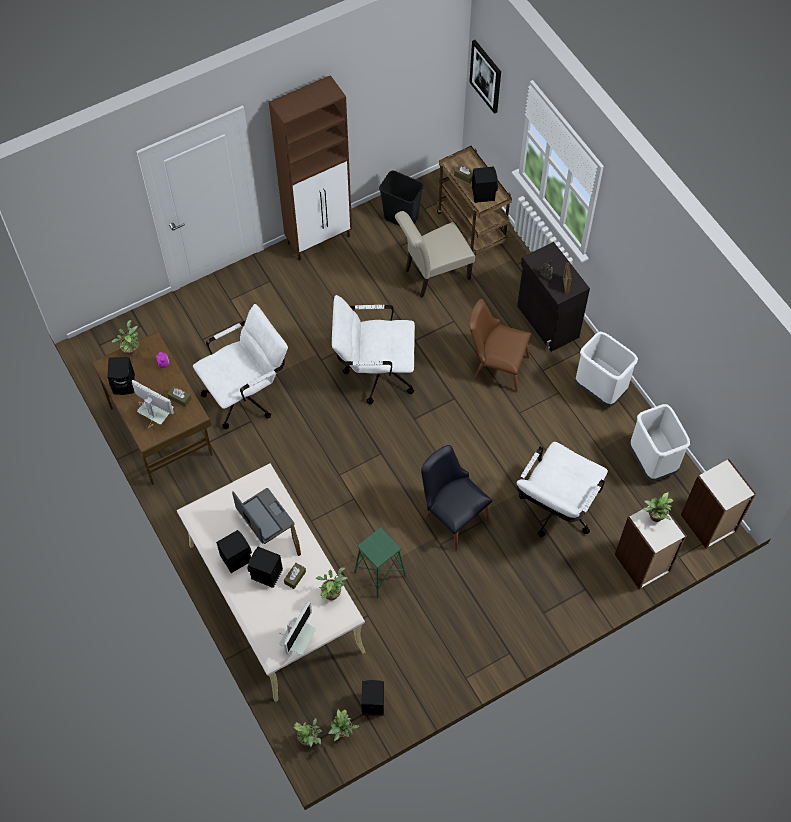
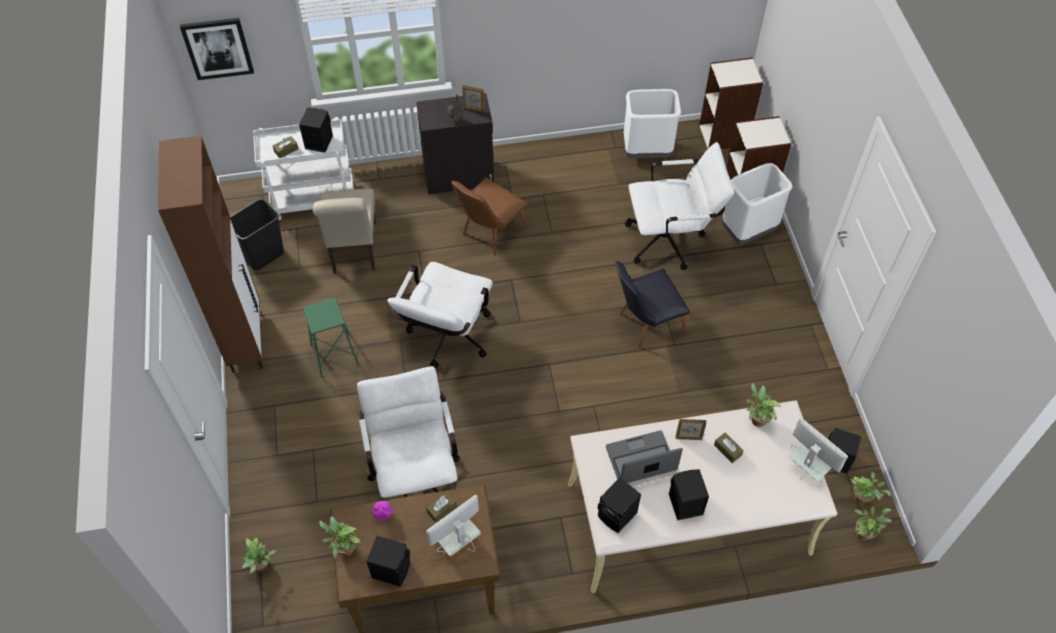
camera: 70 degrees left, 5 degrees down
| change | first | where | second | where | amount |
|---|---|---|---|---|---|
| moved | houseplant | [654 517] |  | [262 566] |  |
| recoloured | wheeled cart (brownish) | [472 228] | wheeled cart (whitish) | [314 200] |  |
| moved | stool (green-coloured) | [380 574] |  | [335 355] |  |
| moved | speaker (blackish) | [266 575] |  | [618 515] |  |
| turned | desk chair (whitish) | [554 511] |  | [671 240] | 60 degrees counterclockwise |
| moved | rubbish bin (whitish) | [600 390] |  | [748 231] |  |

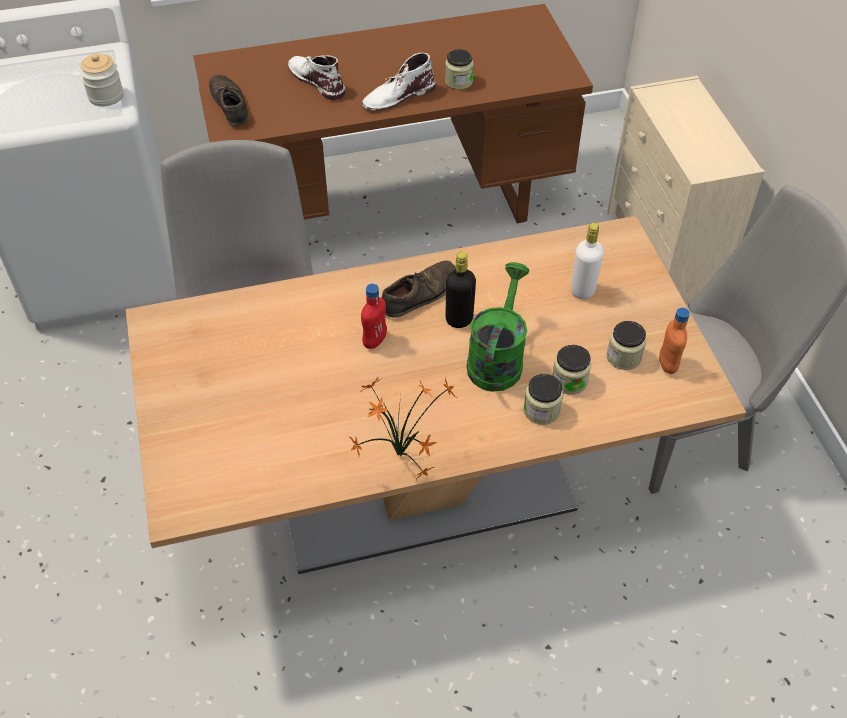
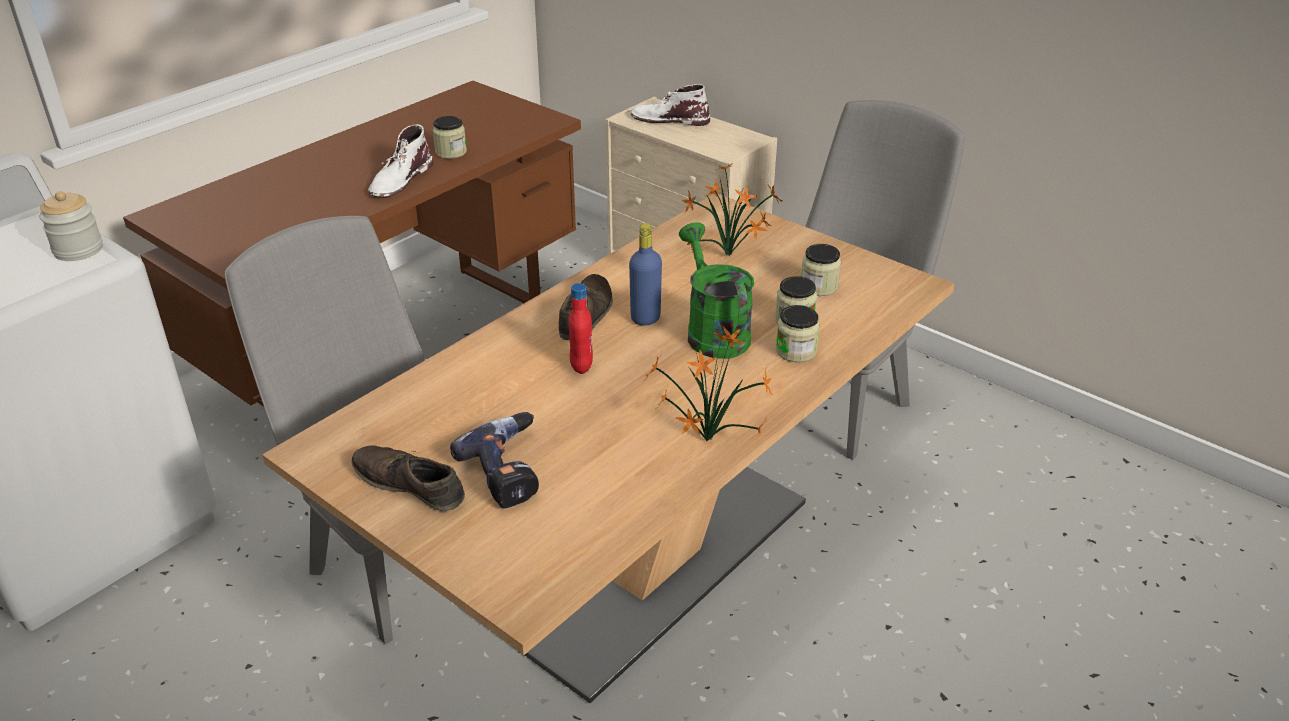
camera: 35 degrees left, 15 degrees down
| change | first | where | second | where | amount |
|---|---|---|---|---|---|
| moved | low shoe (brownish) | [230 105] |  | [409 484] |  |
| added |  |  | electric drill | [511 469] |  |
| recoloured | drink bottle (blackish) | [459 319] | drink bottle (blue-coloured) | [645 318] |  |
| moved | tall boot (whitish) | [316 80] |  | [669 119] |  |
| replaced | drink bottle (whitish) | [582 291] | houseplant | [731 256] |  |
| removed | drink bottle (orange) | [667 364] |  |  |  |

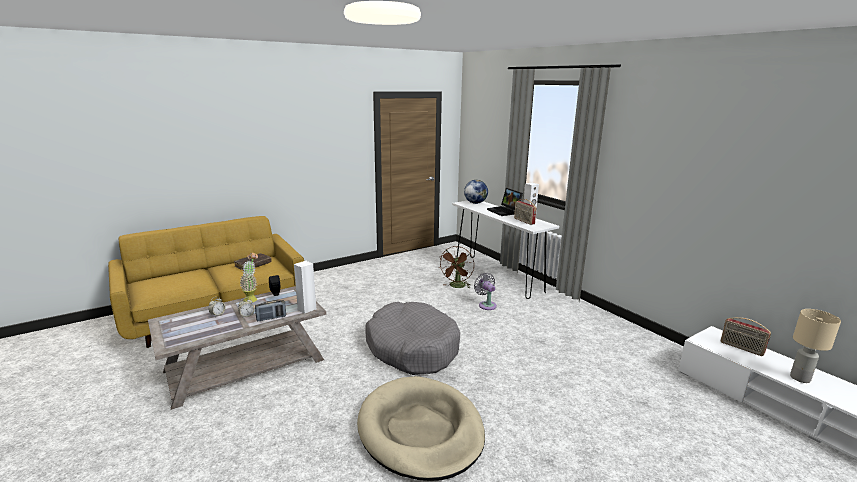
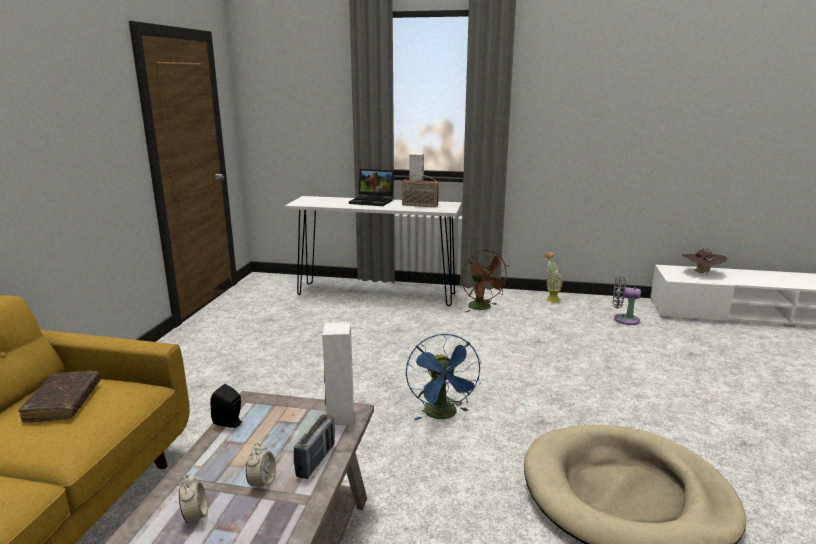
camera: 45 degrees left, 0 degrees up
| change | first | where | second | where | amount |
|---|---|---|---|---|---|
| replaced | pet bed (gray) | [412 348] | electric fan (blue-coloured) | [443 415] |  |
| moved | electric fan (brownish) | [457 286] |  | [483 308] |  |
| moved | houseplant | [252 298] |  | [550 299] |  |
| moved | electric fan (gray) | [486 305] |  | [623 319] |  |
| replaced | radio receiver | [741 348] | wearable hat (brownish) | [701 273] |  |
| removed | world globe | [475 203] |  |  |  |
| removed | tabletop lamp (sand-coloured) | [800 378] |  |  |  |

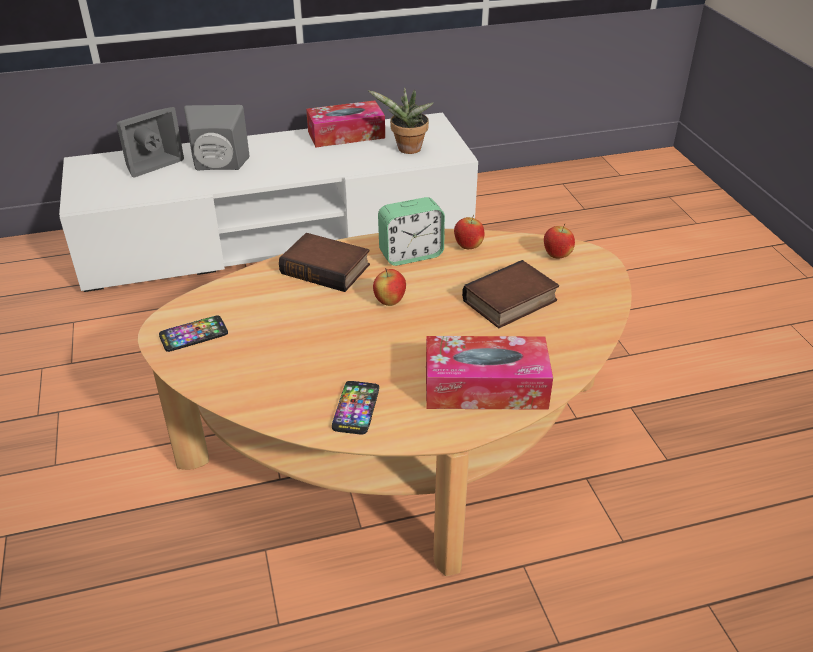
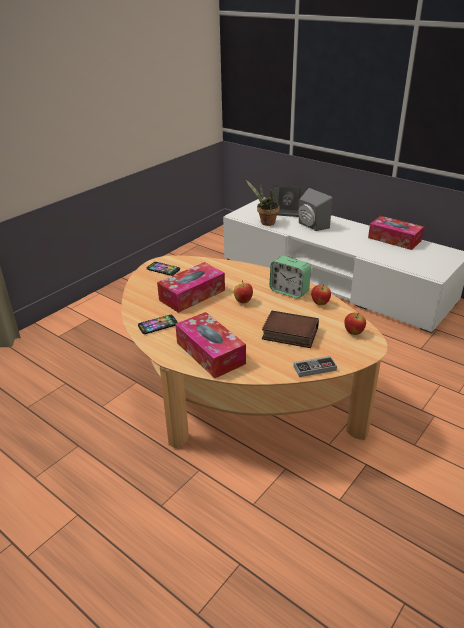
camera: 55 degrees right, 5 degrees down
| change | first | where | second | where | amount |
|---|---|---|---|---|---|
| added |  |  | box of tissues | [192 295] |  |
| moved | houseplant | [407 150] |  | [265 223] |  |
| added |  |  | gamepad | [314 368] |  |
| removed | book | [327 268] |  |  |  |

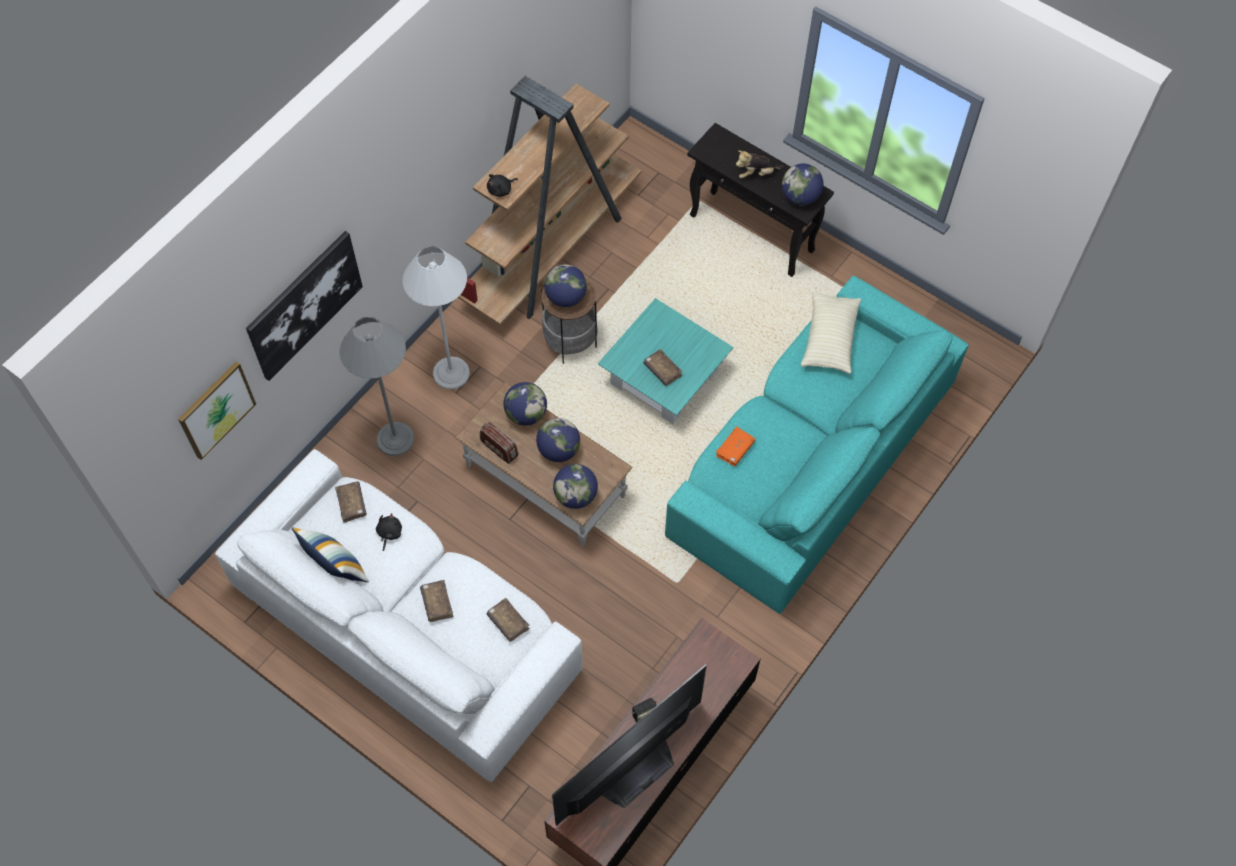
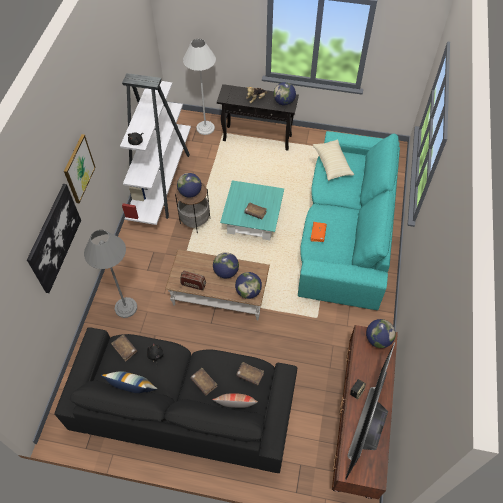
camera: 25 degrees left, 5 degrees down
| change | first | where | second | where | amount |
|---|---|---|---|---|---|
| recoloured | sofa (whitish) | [407 625] | sofa (blackish) | [184 405] |  |
| moved | wall art | [216 409] |  | [79 169] |  |
| recoloured | bookcase (brownish) | [551 249] | bookcase (whitish) | [161 181] |  |
| moved | standing lamp (whitish) | [451 373] |  | [205 128] |  |
| added |  |  | throw pillow | [236 406] |  |
| moved | world globe | [526 414] |  | [378 339] |  |

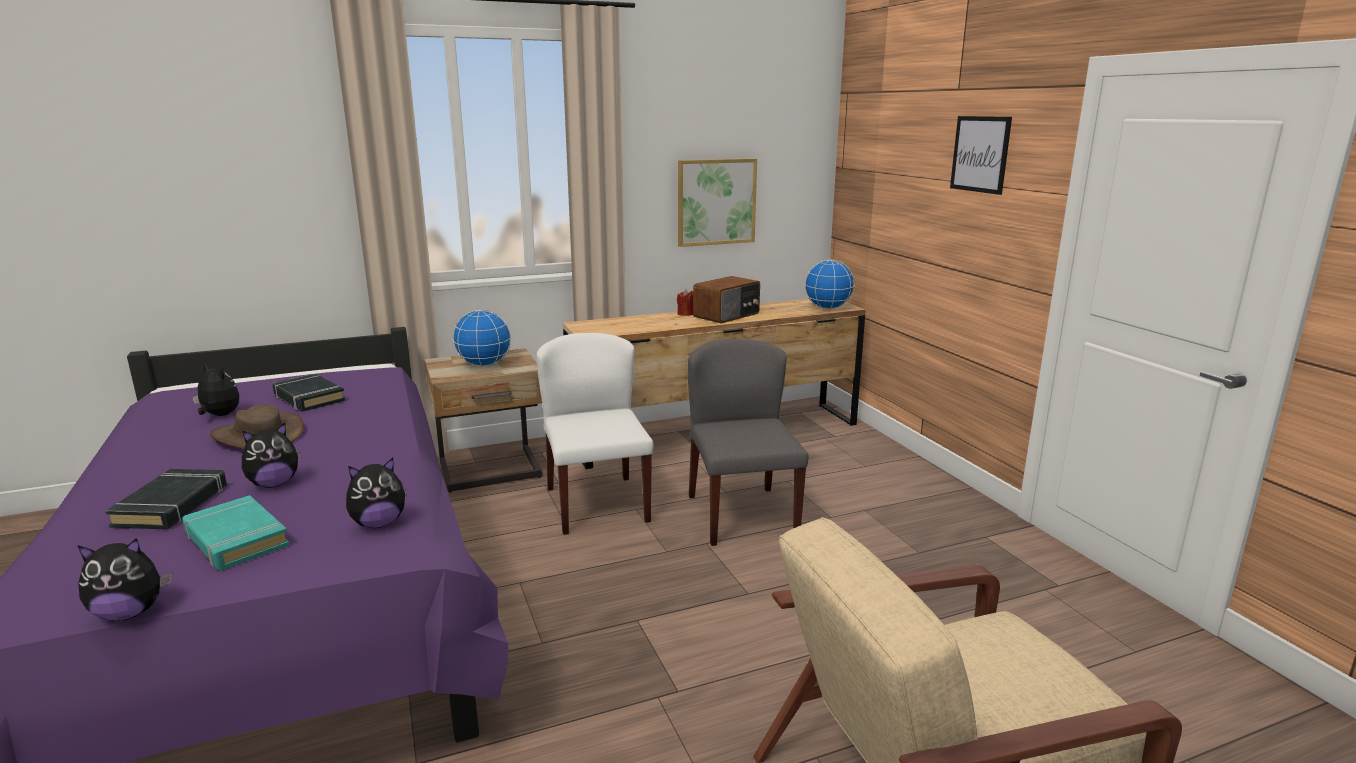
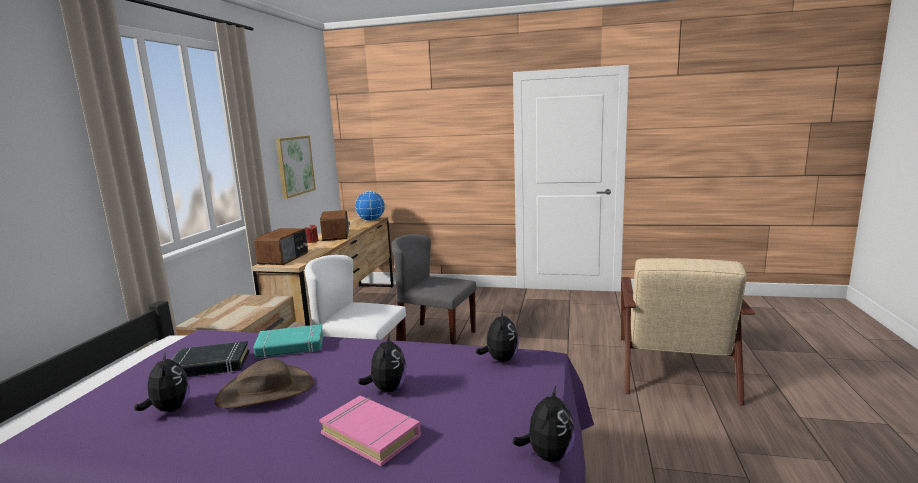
camera: 55 degrees left, 5 degrees down
| change | first | where | second | where | amount |
|---|---|---|---|---|---|
| turned | cuddly toy | [219 415] |  | [169 409] | 90 degrees clockwise |
| moved | book (turquoise-coloured) | [236 539] |  | [290 346] |  |
| added |  |  | radio receiver | [284 258] |  |
| recoloured | book (blackish) | [172 505] | book (pinkish) | [371 434] |  |
| removed | world globe | [484 364] |  |  |  |
| removed | wall art | [980 154] |  |  |  |

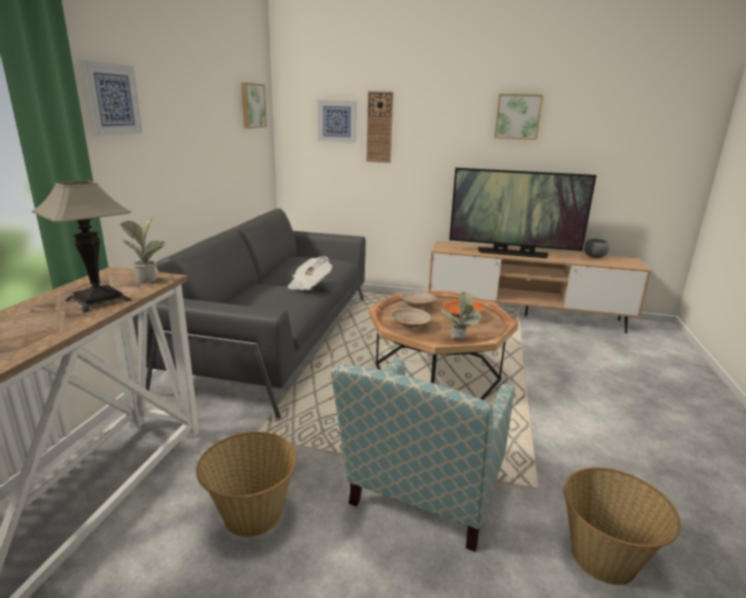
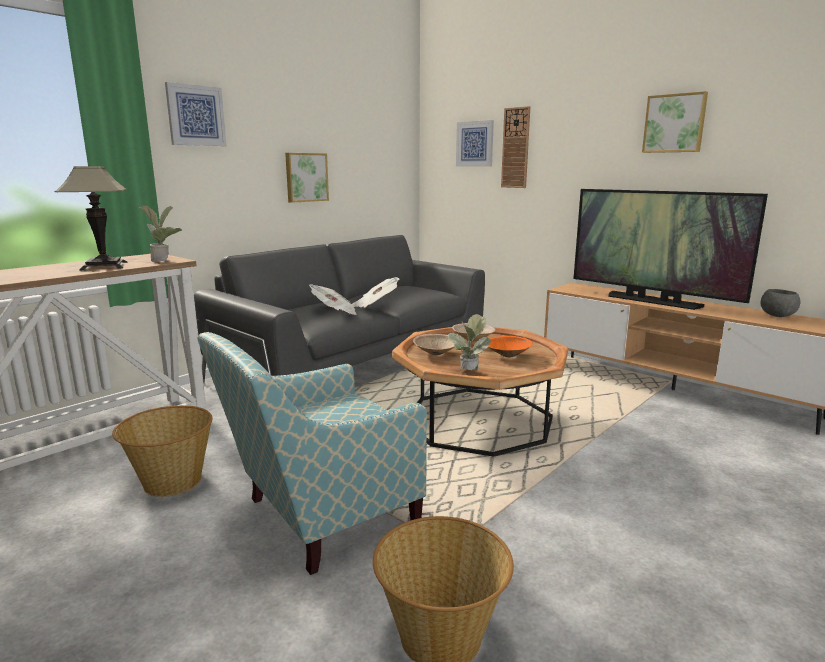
camera: 30 degrees right, 5 degrees down
| change | first | where | second | where | amount |
|---|---|---|---|---|---|
| moved | wall art | [252 105] |  | [306 177] |  |
| added |  |  | newspaper | [334 312] |  |

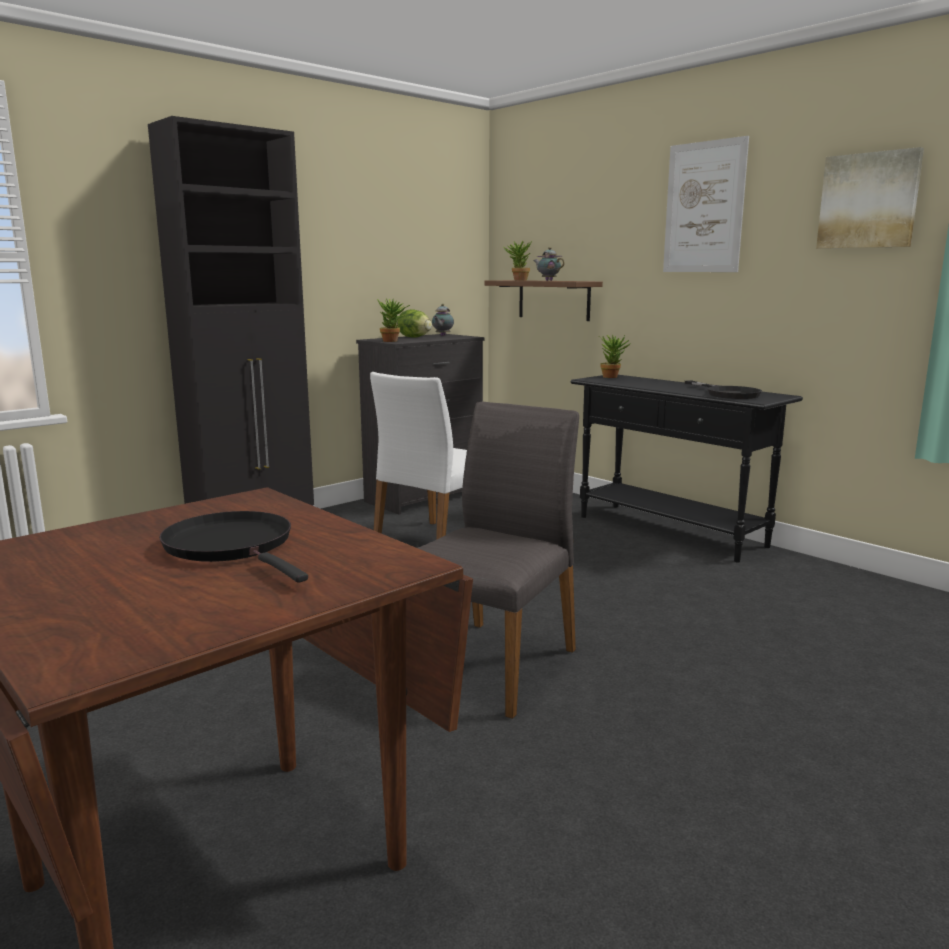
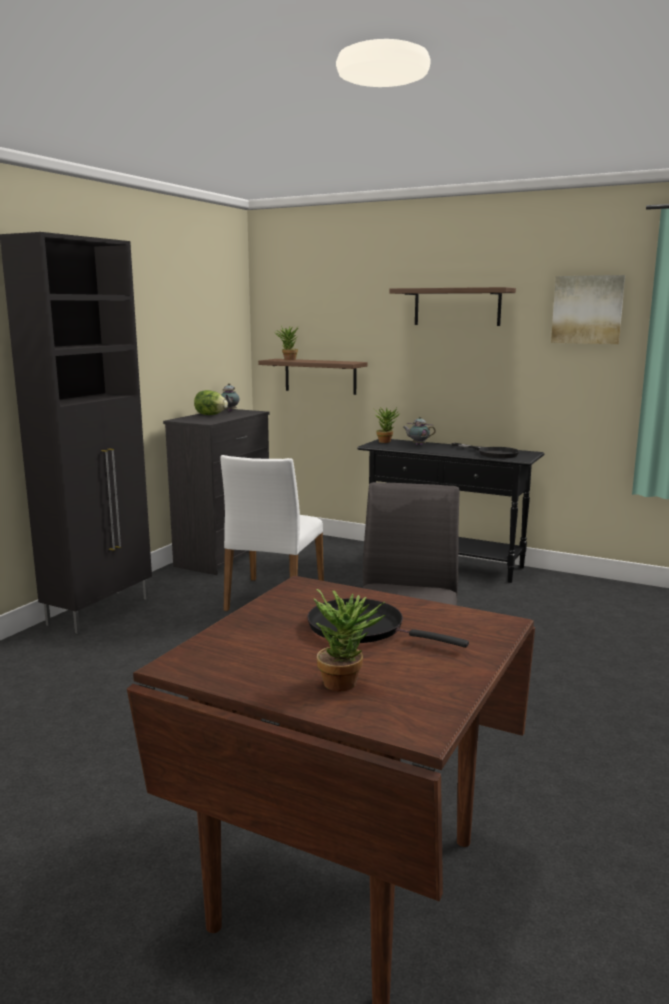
camera: 20 degrees left, 0 degrees up
| change | first | where | second | where | amount |
|---|---|---|---|---|---|
| moved | houseplant | [393 341] |  | [346 682] |  |
| replaced | wall art | [704 207] | wall shelf (brownish) | [457 307] |  |
| moved | teapot | [548 280] |  | [418 445] |  |

